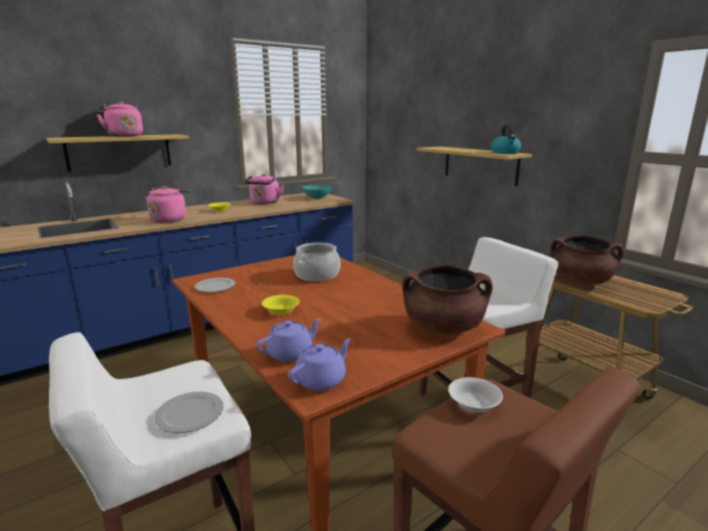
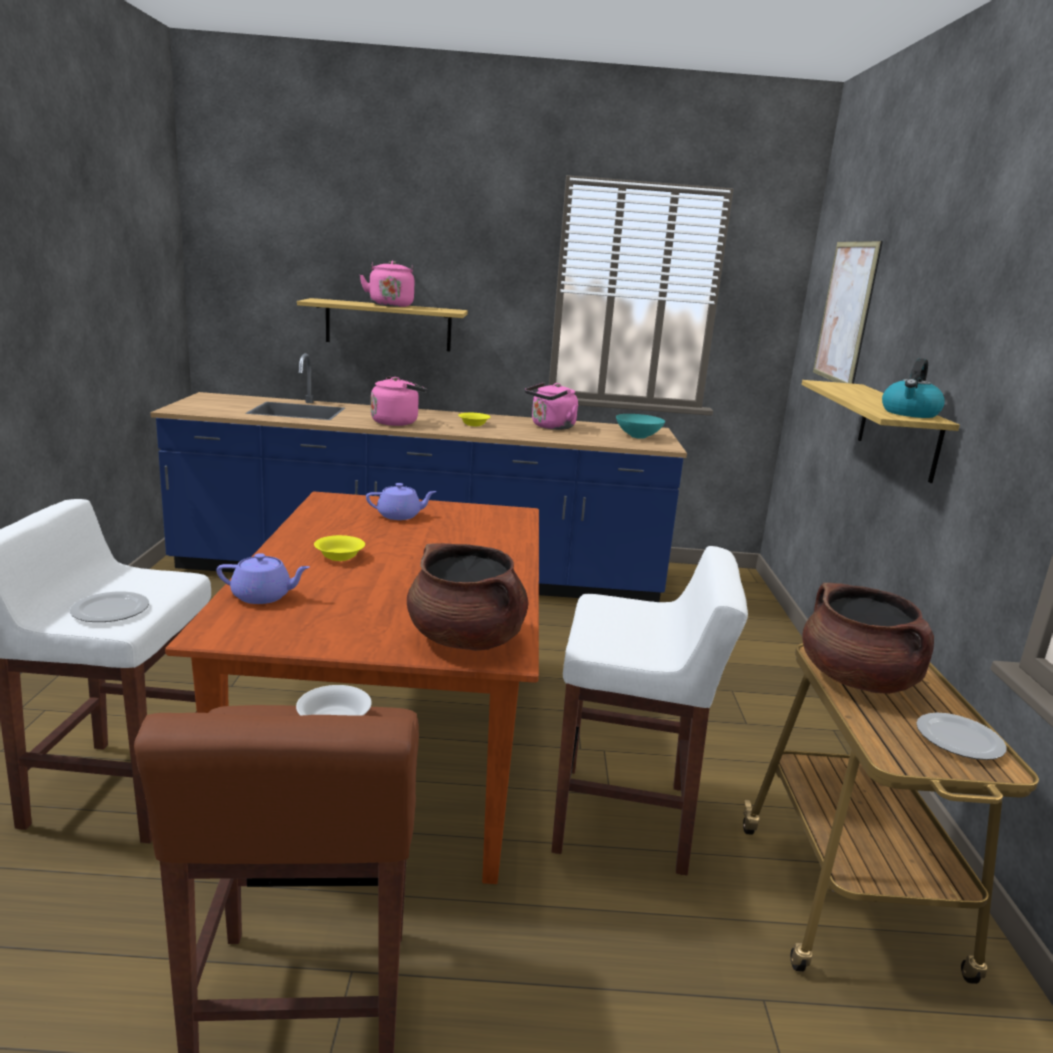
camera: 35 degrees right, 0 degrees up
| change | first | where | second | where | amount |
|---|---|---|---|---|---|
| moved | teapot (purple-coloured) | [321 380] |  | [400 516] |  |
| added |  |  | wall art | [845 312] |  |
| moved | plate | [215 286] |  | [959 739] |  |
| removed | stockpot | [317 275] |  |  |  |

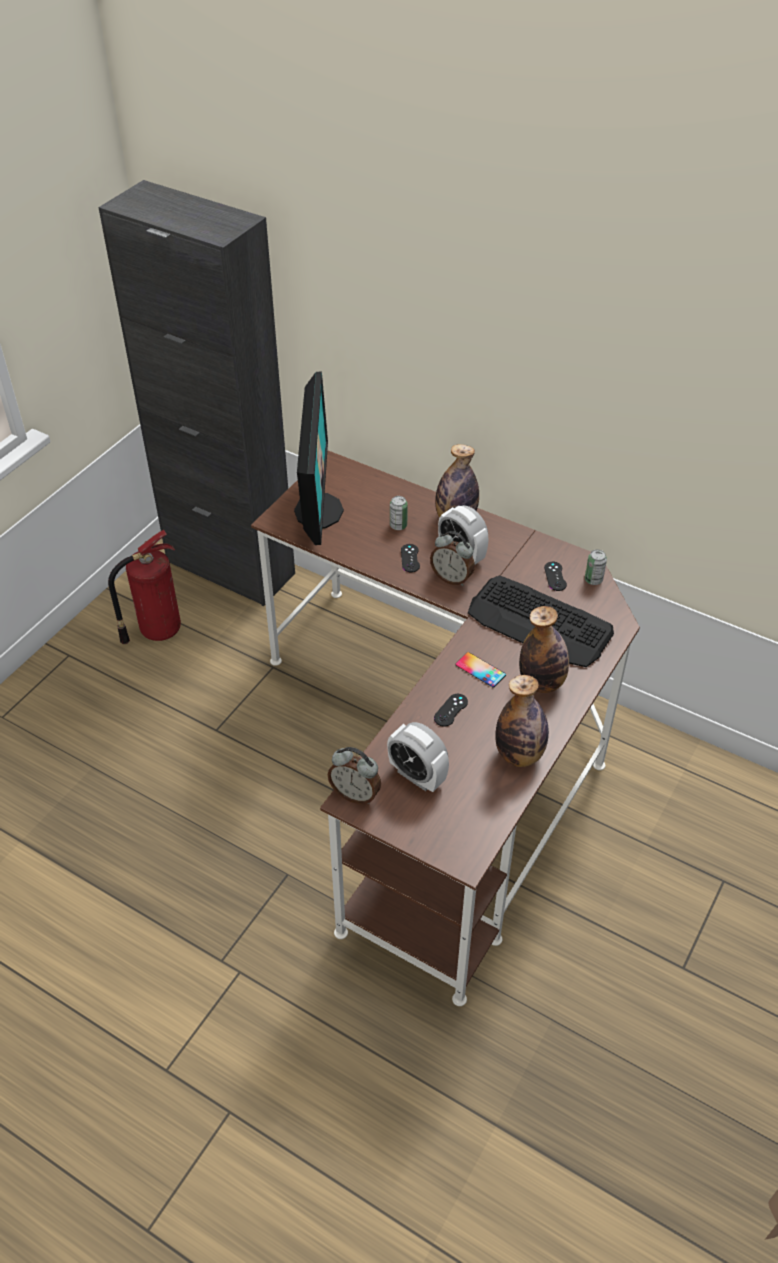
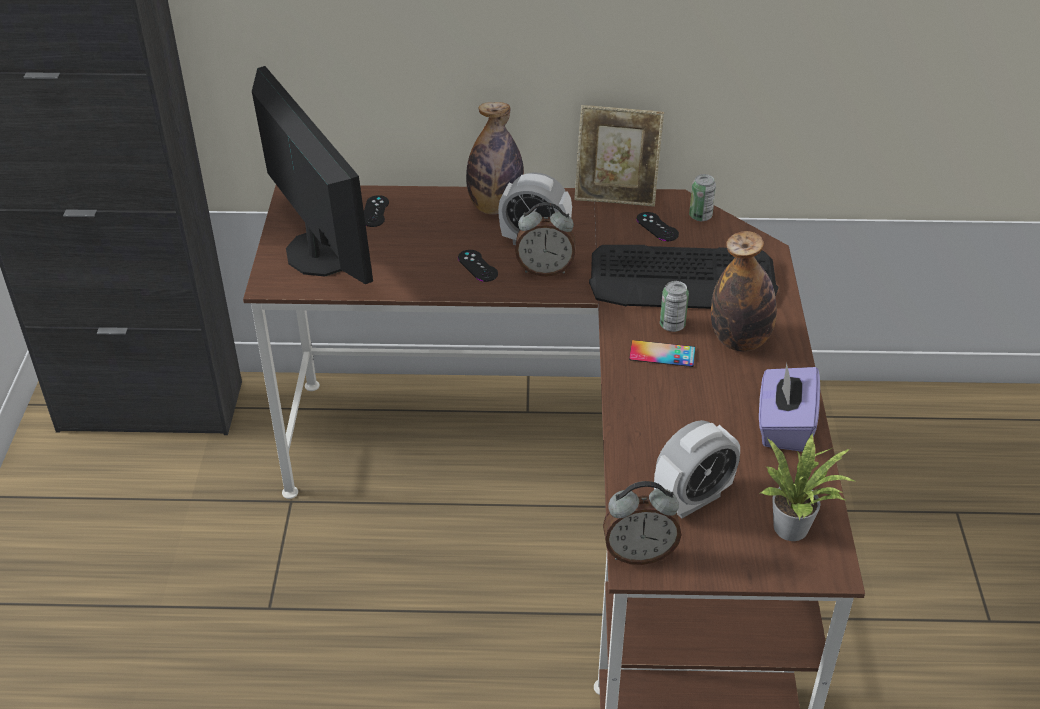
camera: 30 degrees left, 5 degrees down
| change | first | where | second | where | amount |
|---|---|---|---|---|---|
| moved | gamepad (blackish) | [451 710] |  | [375 211] |  |
| added |  |  | standing frame | [616 195] |  |
| turned | bedside clock | [417 776] |  | [692 499] | 45 degrees counterclockwise |
| moved | sealed can | [398 525] |  | [672 325] |  |
| replaced | drink bottle | [519 755] | box of tissues (purple-coloured) | [784 426] |  |
| added |  |  | houseplant | [795 527] |  |
| removed | fire-fighting cylinder | [157 630] |  |  |  |

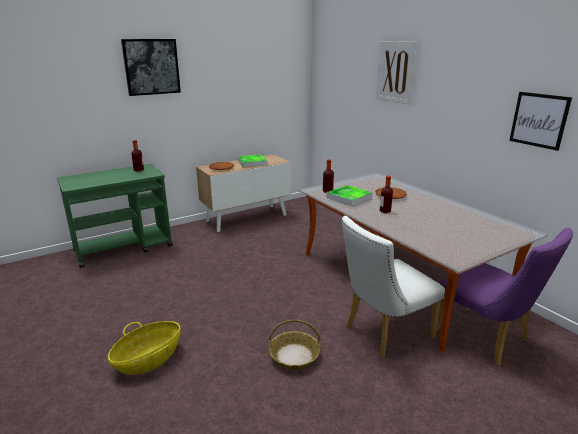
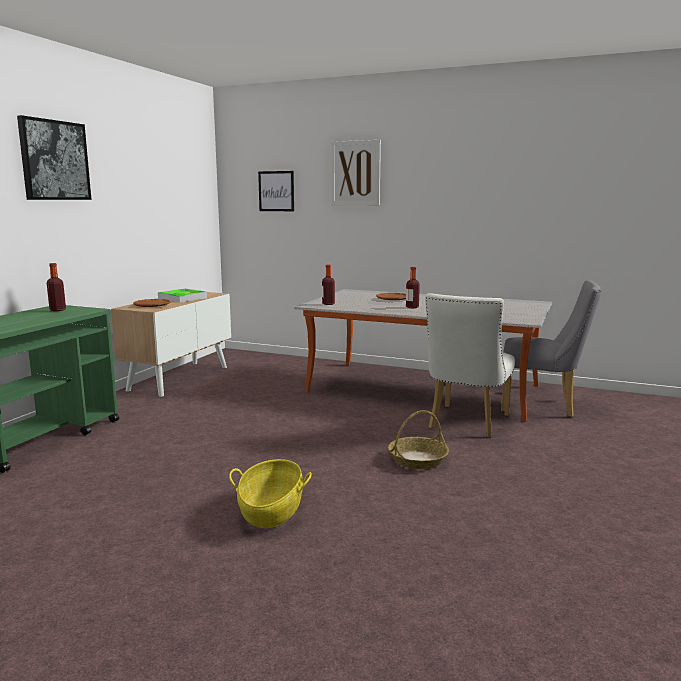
camera: 35 degrees left, 10 degrees down
| change | first | where | second | where | amount |
|---|---|---|---|---|---|
| moved | wall art | [539 120] |  | [276 191] |  |
| recoloured | chair (purple-coloured) | [486 339] | chair (gray) | [543 405] |  |
| removed | tray | [349 198] |  |  |  |

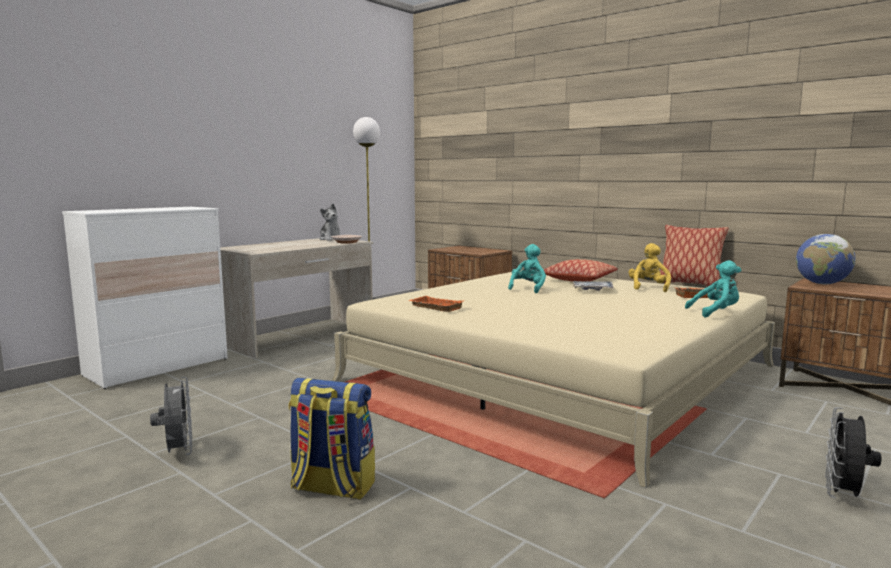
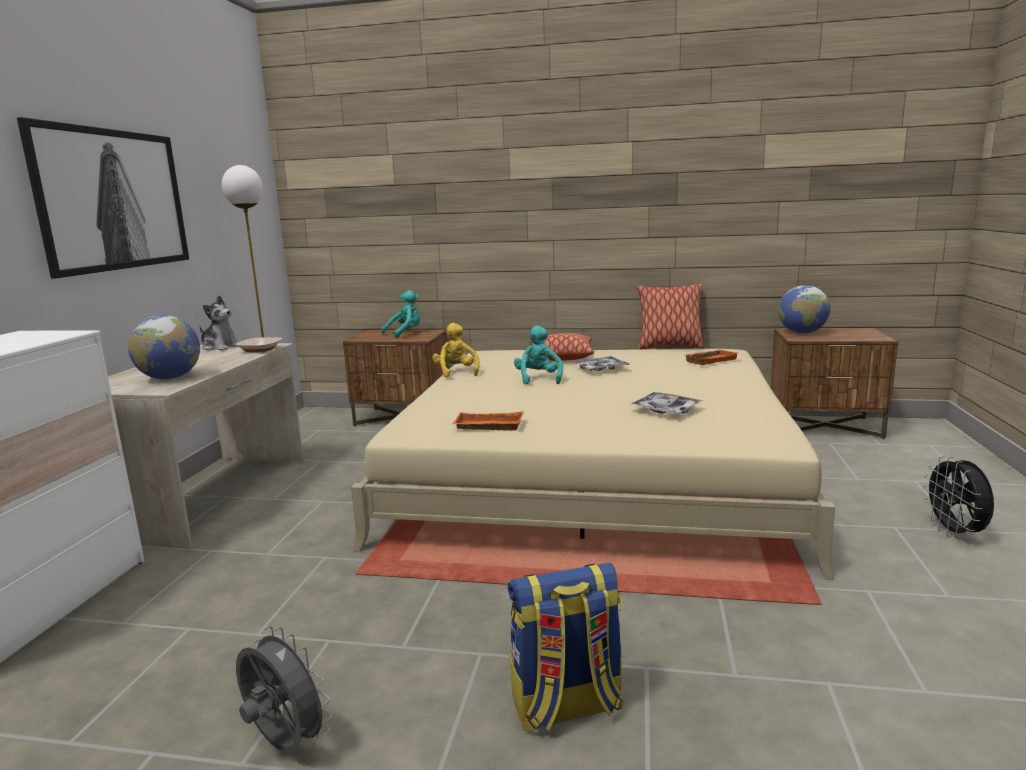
camera: 30 degrees left, 5 degrees up
| change | first | where | second | where | amount |
|---|---|---|---|---|---|
| added |  |  | wall art | [112 200] |  |
| added |  |  | world globe | [170 378] |  |
| moved | cuddly toy (turquoise-coloured) | [715 312] |  | [405 333] |  |
| moved | cuddly toy (yellow) | [648 288] |  | [456 372] |  |
| added |  |  | tray | [665 410] |  |

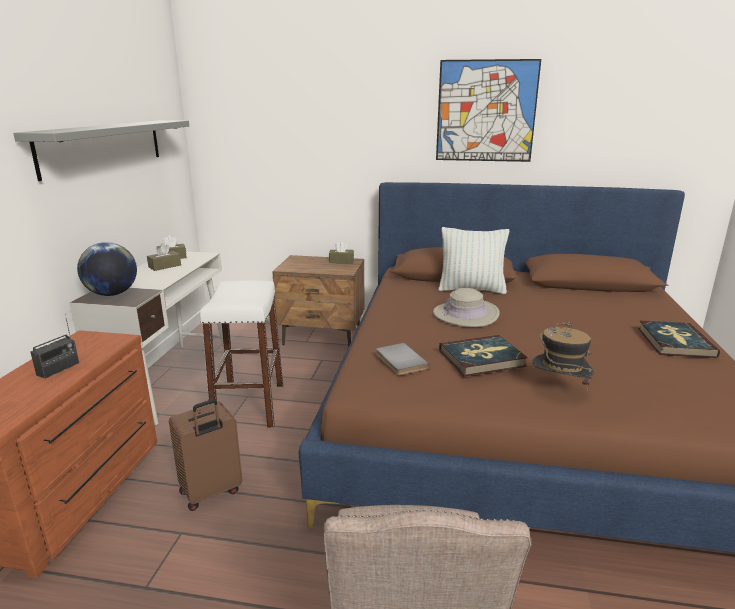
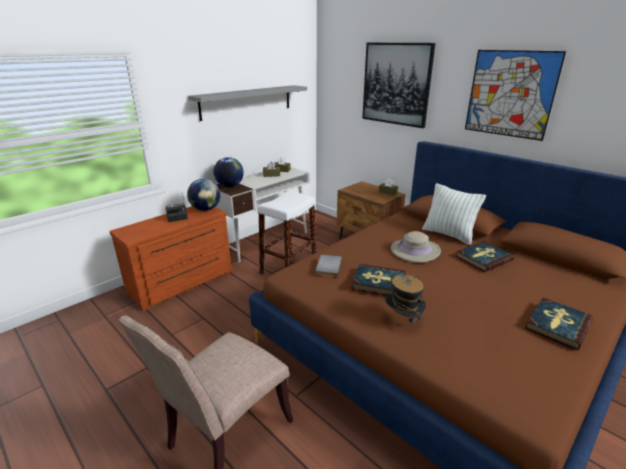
camera: 35 degrees right, 5 degrees up
| change | first | where | second | where | amount |
|---|---|---|---|---|---|
| added |  |  | world globe | [205 209] |  |
| added |  |  | wall art | [396 84] |  |
| added |  |  | book | [483 258] |  |
| removed | piece of luggage (brownish) | [211 492] |  |  |  |

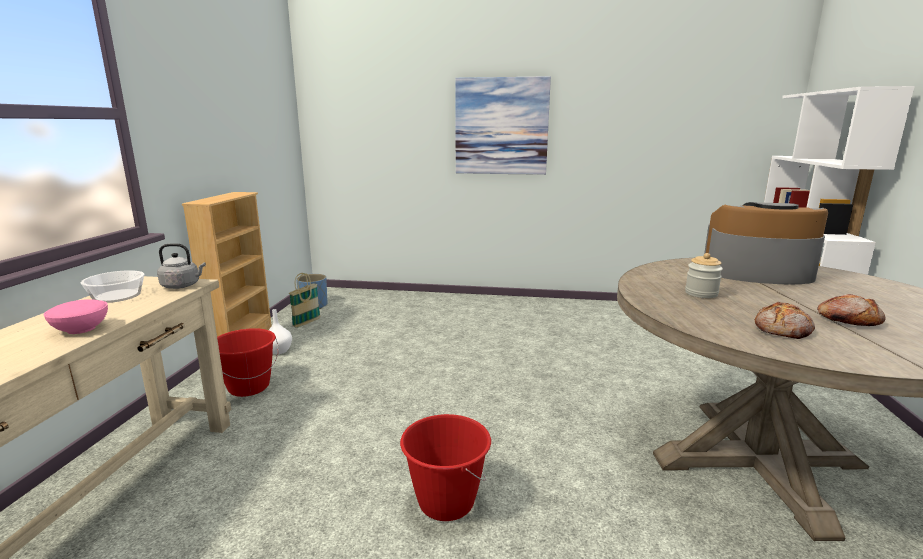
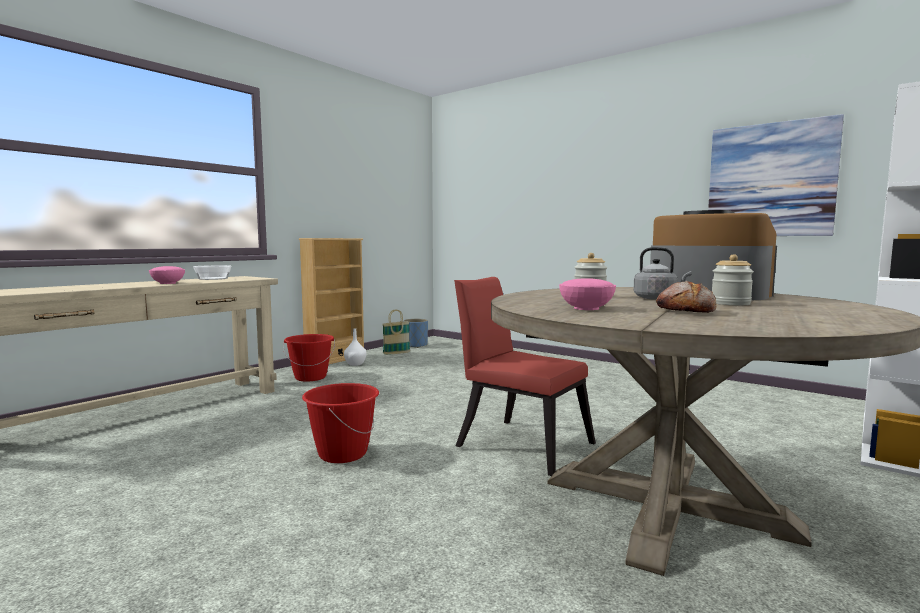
camera: 30 degrees right, 10 degrees down
| change | first | where | second | where | amount |
|---|---|---|---|---|---|
| added |  |  | chair (reddish) | [519 443] |  |
| replaced | bakery bread | [783 330] | serving bowl (pinkish) | [587 308] |  |
| moved | water kettle (gray) | [182 286] |  | [657 298] |  |
| moved | wall art | [501 126] |  | [770 180] |  |
| added |  |  | preserve jar | [730 303] |  |

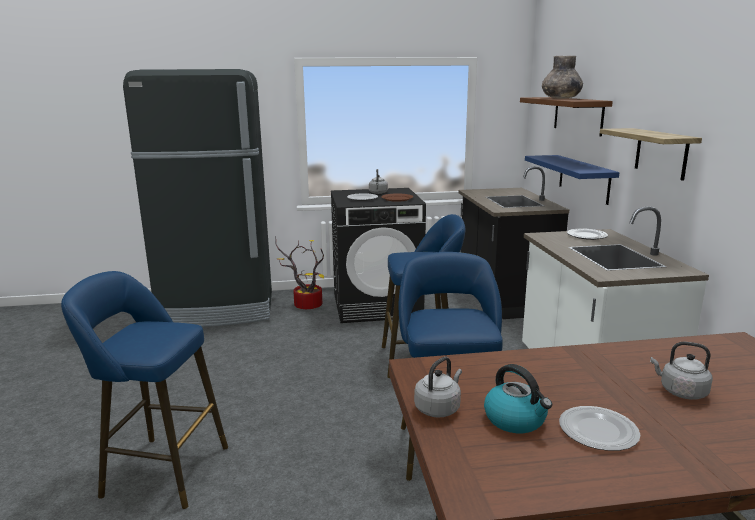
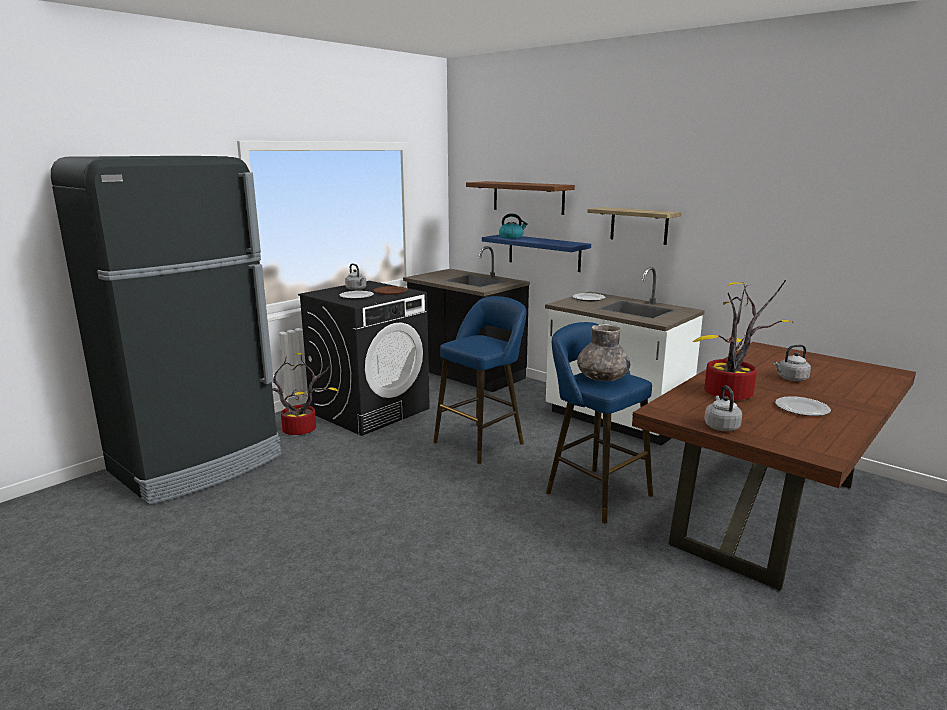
camera: 40 degrees left, 0 degrees up
| change | first | where | second | where | amount |
|---|---|---|---|---|---|
| moved | water kettle | [516 420] |  | [512 237] |  |
| moved | vase (gray) | [560 98] |  | [602 378] |  |
| added |  |  | houseplant | [729 395] |  |
| removed | stool (blue-coloured) | [160 470] |  |  |  |

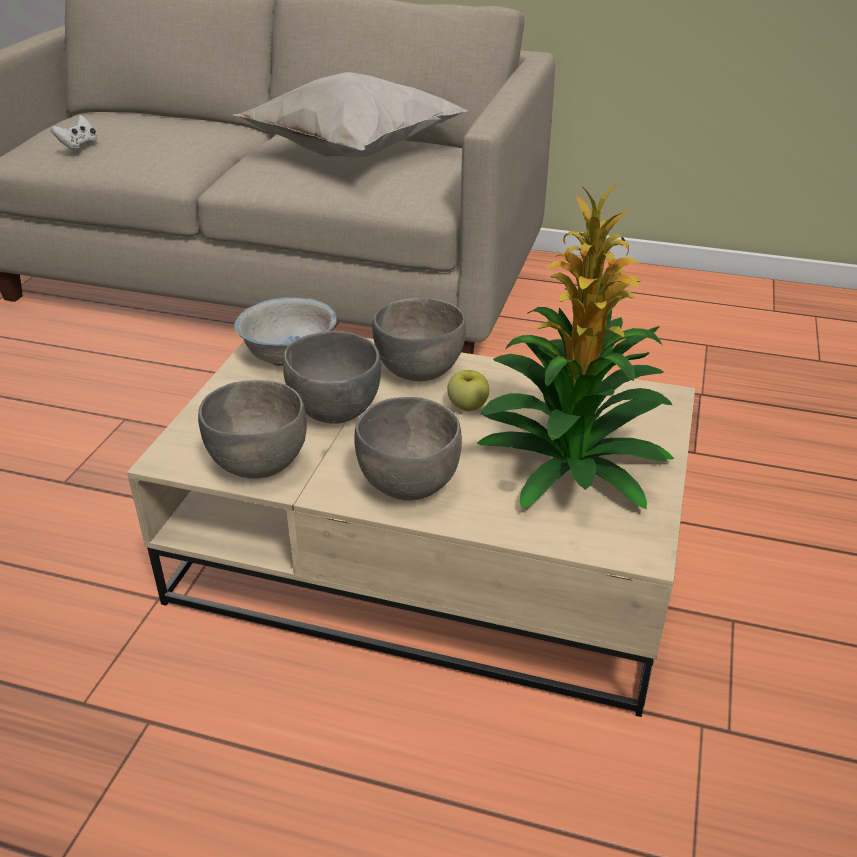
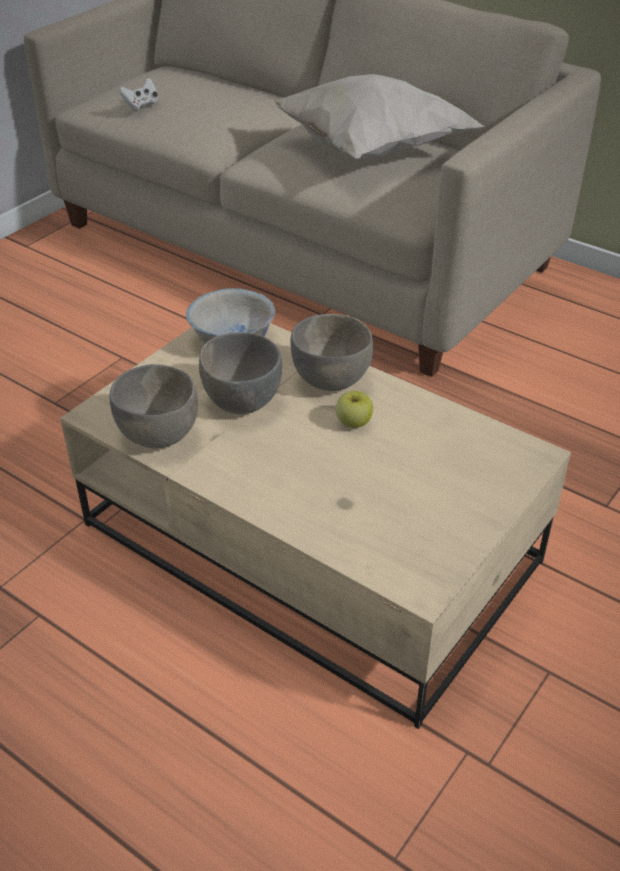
camera: 20 degrees right, 5 degrees up
| change | first | where | second | where | amount |
|---|---|---|---|---|---|
| removed | serving bowl (gray) | [409 485] |  |  |  |
| removed | houseplant | [570 464] |  |  |  |

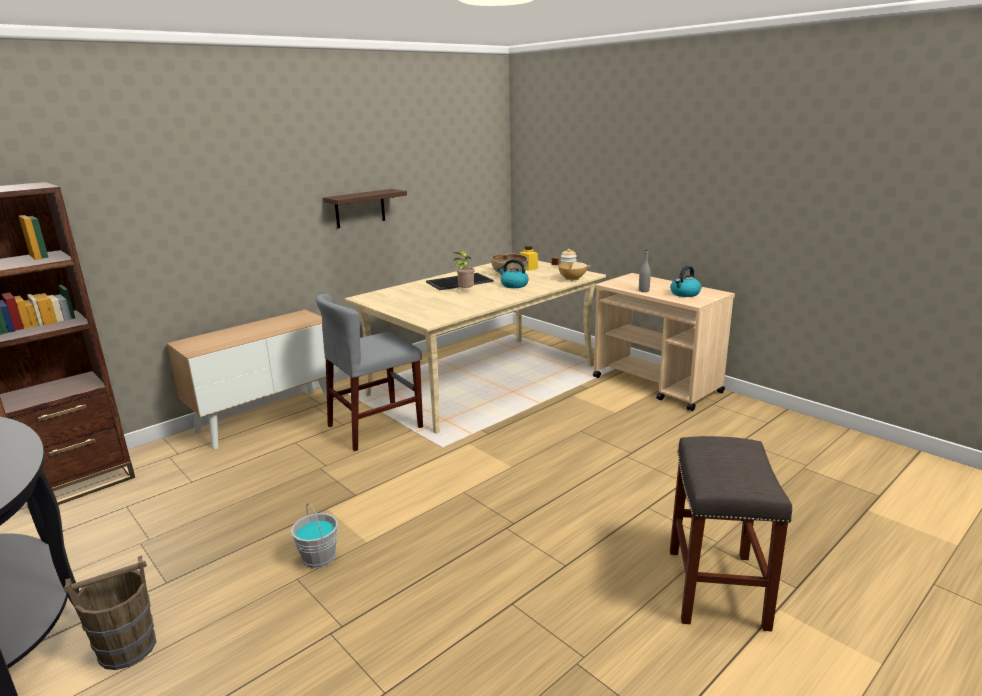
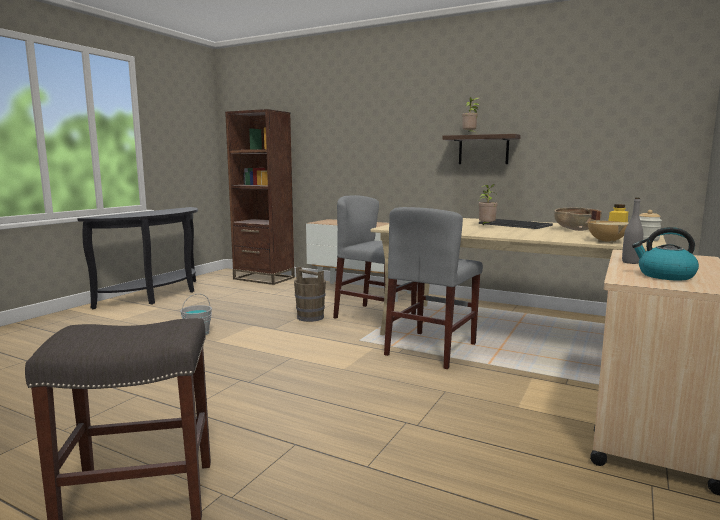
camera: 70 degrees right, 10 degrees down
| change | first | where | second | where | amount |
|---|---|---|---|---|---|
| moved | pail (brownish) | [127 648] |  | [310 317] |  |
| added |  |  | chair (gray) | [431 349] |  |
| added |  |  | houseplant | [469 134] |  |
| removed | water kettle | [513 285] |  |  |  |

